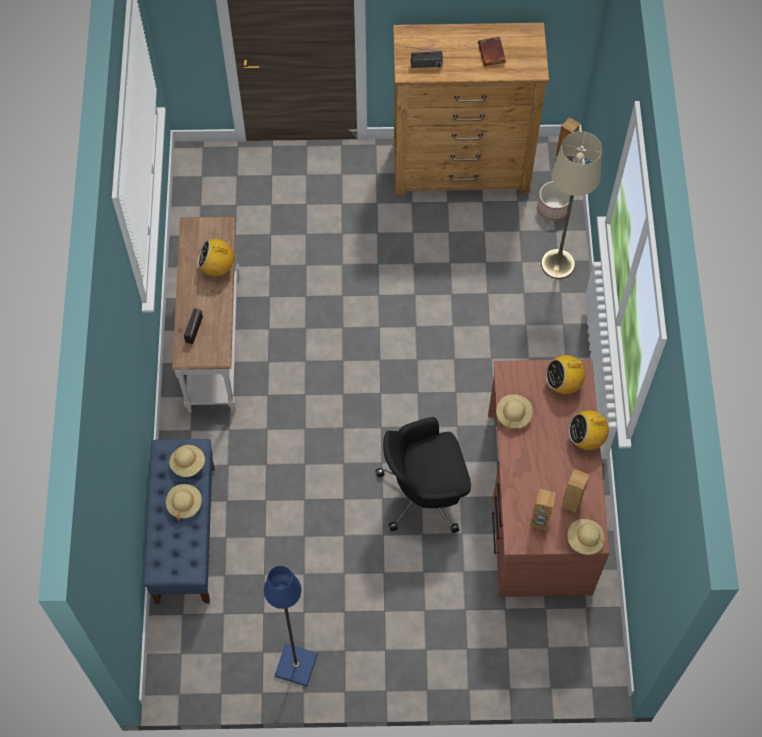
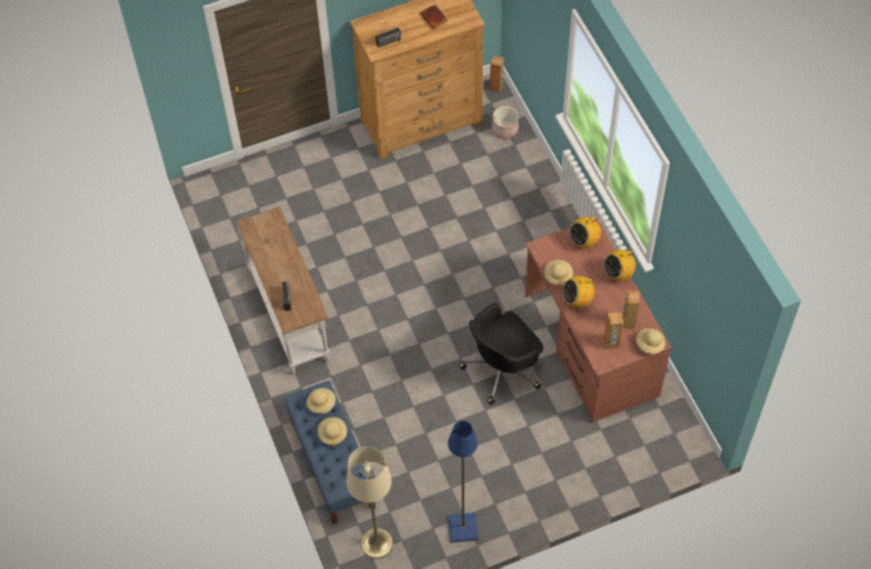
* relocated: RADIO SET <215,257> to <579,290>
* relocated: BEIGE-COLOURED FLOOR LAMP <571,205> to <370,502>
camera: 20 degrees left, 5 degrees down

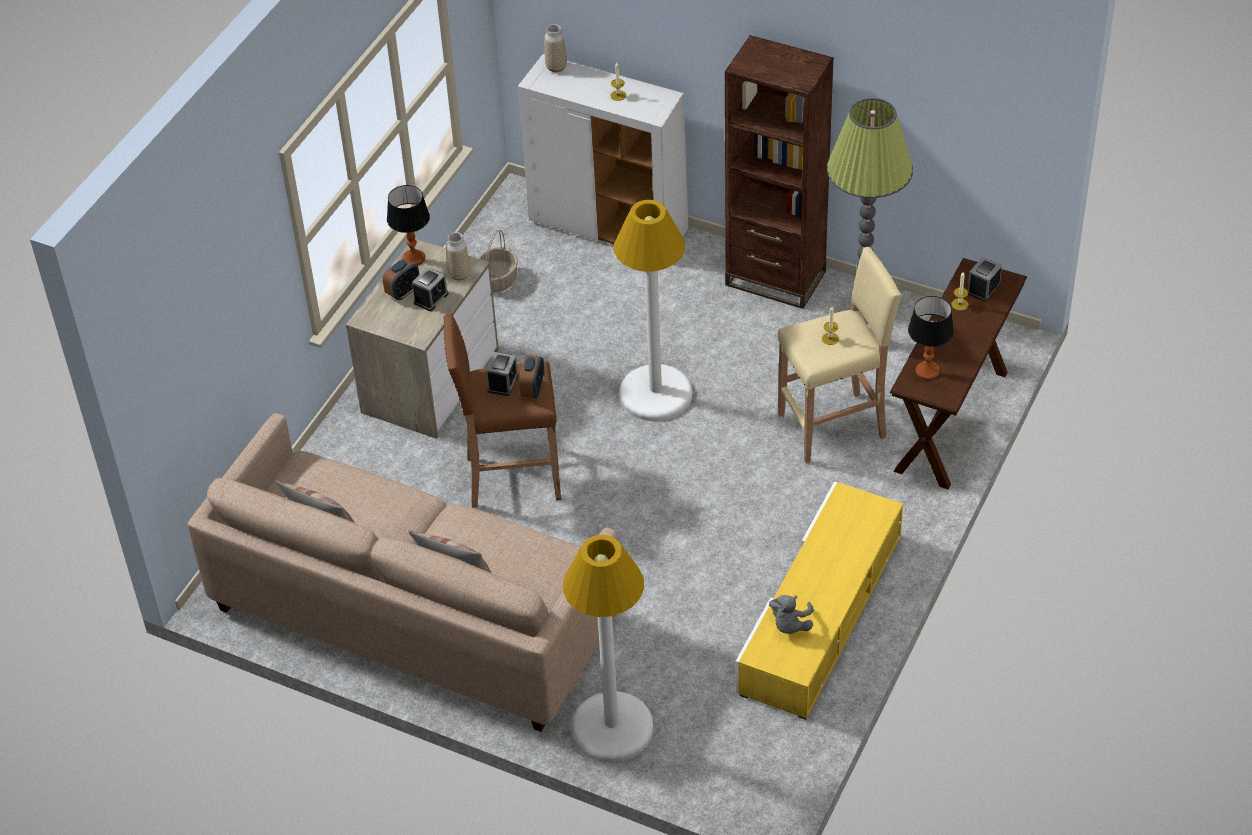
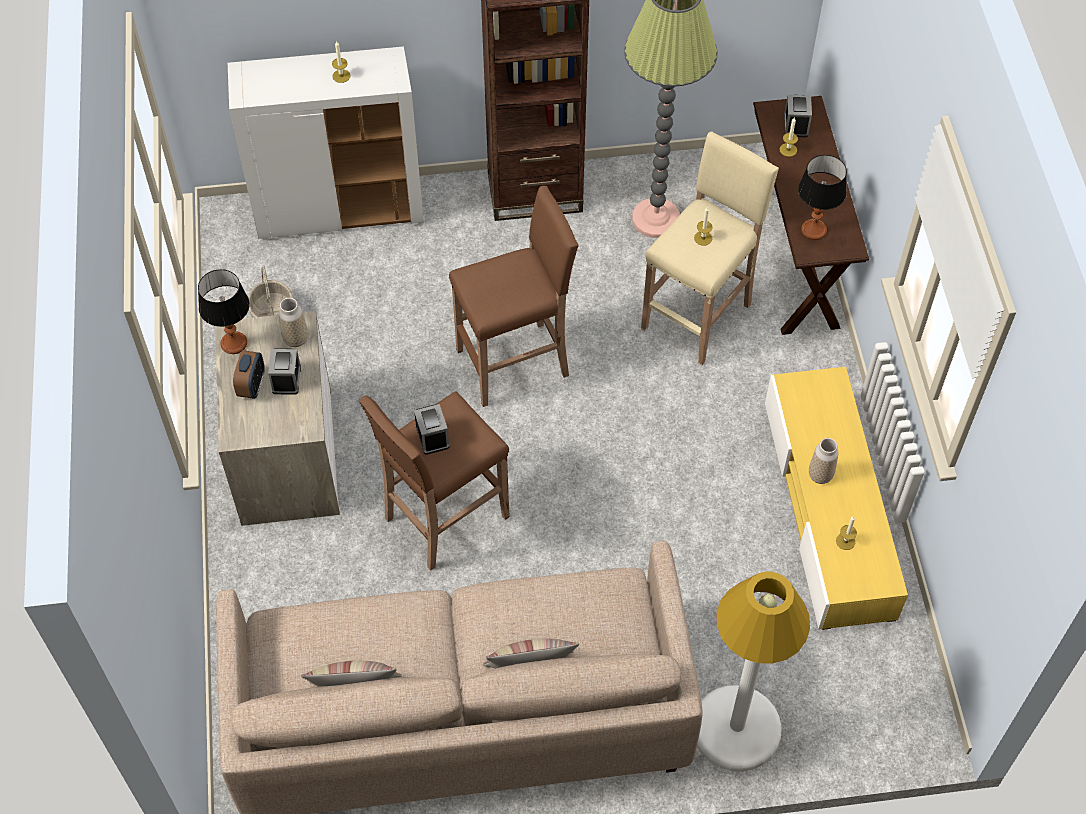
* missing: TABLE CLOCK <531,376>
* relocated: DECORATIVE VASE <556,48> to <824,461>
* exchanged: WHITISH FLOOR LAMP <653,310> to BROWN-COLOURED STOOL <514,296>
* exchanged: GRAY SOFT TOY <791,614> to WAX CANDLE <846,533>
camera: 35 degrees left, 10 degrees up

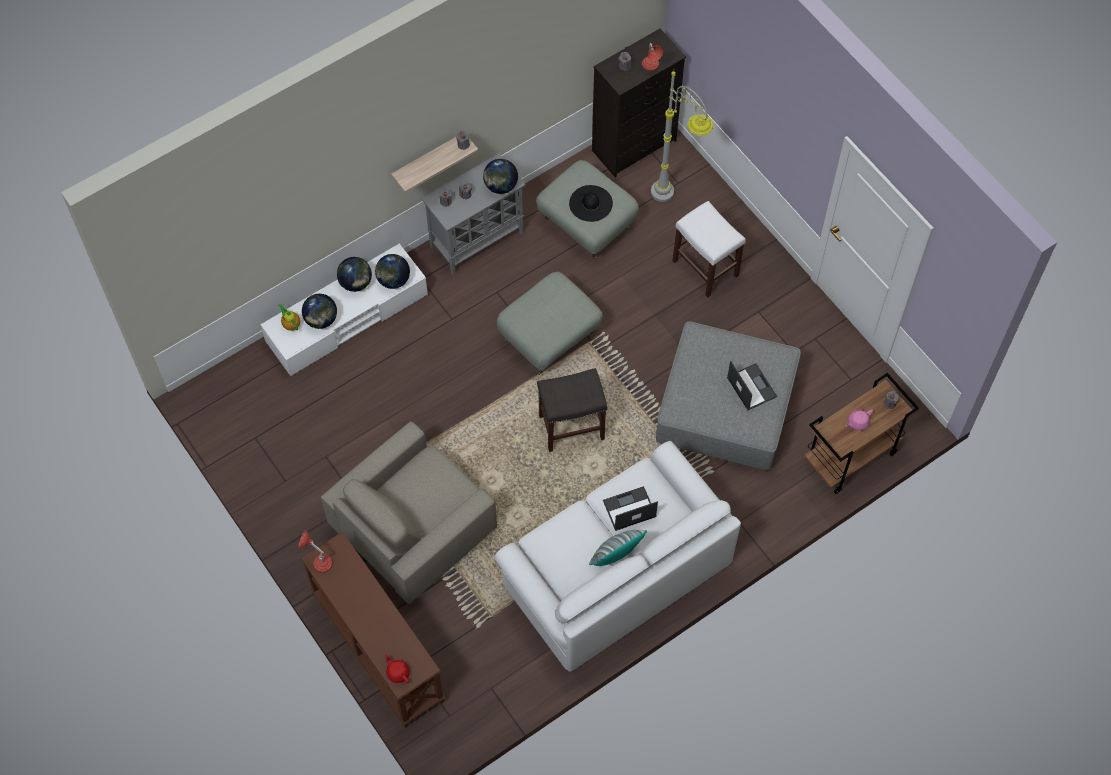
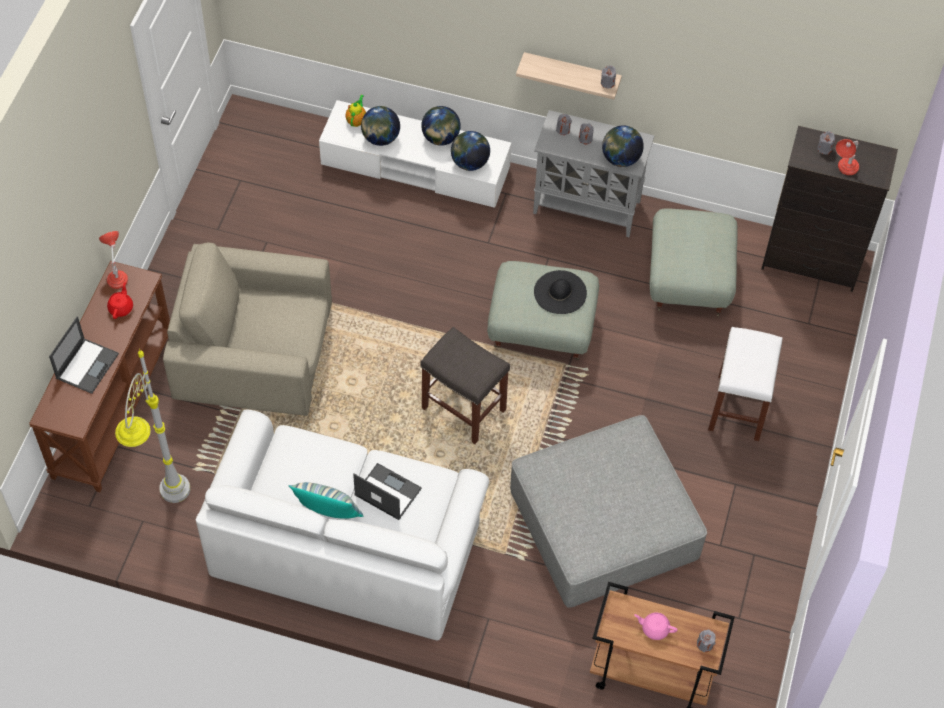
* relocated: REDDISH POT FOR TEA <397,668> to <120,300>
* relocated: BLACKISH WEARABLE HAT <591,203> to <560,292>
* relocated: GRAY FLOOR LAMP <682,135> to <152,425>
* relocated: LAPTOP <752,385> to <84,355>
camera: 50 degrees right, 5 degrees down

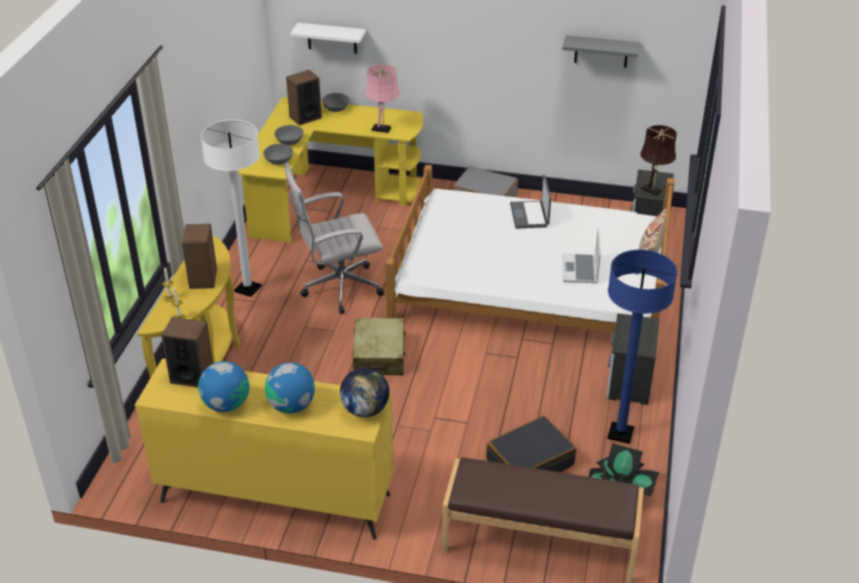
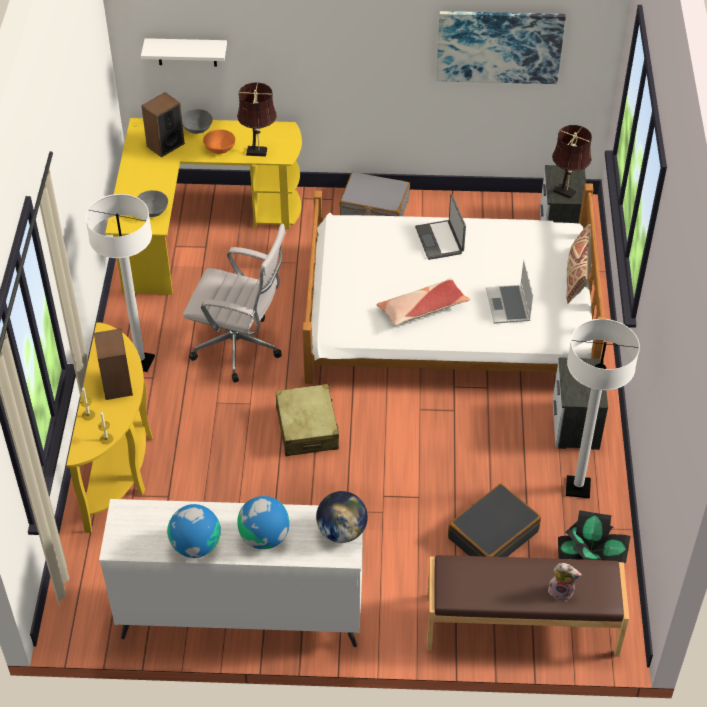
* missing: SPEAKER <187,352>
* missing: GRAY SERVING BOWL <288,135>
* appeared: ORANGE SERVING BOWL <219,141>
* appeared: PILLOW <423,302>
* appeared: SOFT TOY <565,582>
* exchanged: GRAY SHELF <601,51> to WALL PICTURE <501,47>
* colour: YELLOW DRAWER CHEST <264,449> to WHITISH DRAWER CHEST <231,573>
* colour: PINK TABLE LAMP <382,98> to BROWN-COLOURED TABLE LAMP <257,119>
* colour: BLUE-COLOURED FLOOR LAMP <642,347> to WHITISH FLOOR LAMP <603,409>
* spun: WHITISH OFFICE CHAIR <334,238> = <234,303> 135 degrees counterclockwise
camera: 10 degrees left, 10 degrees up

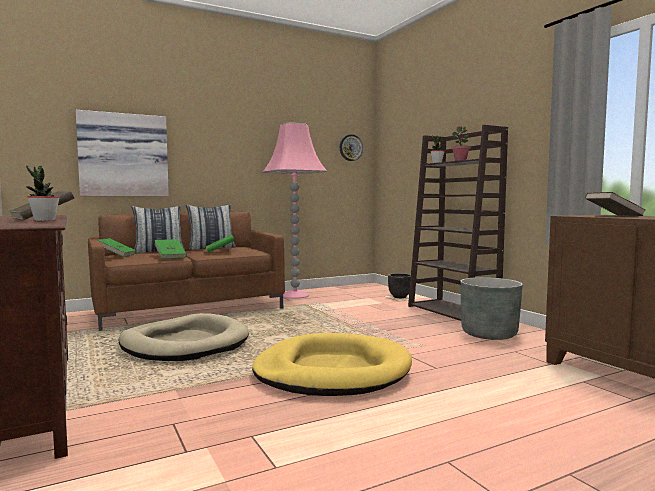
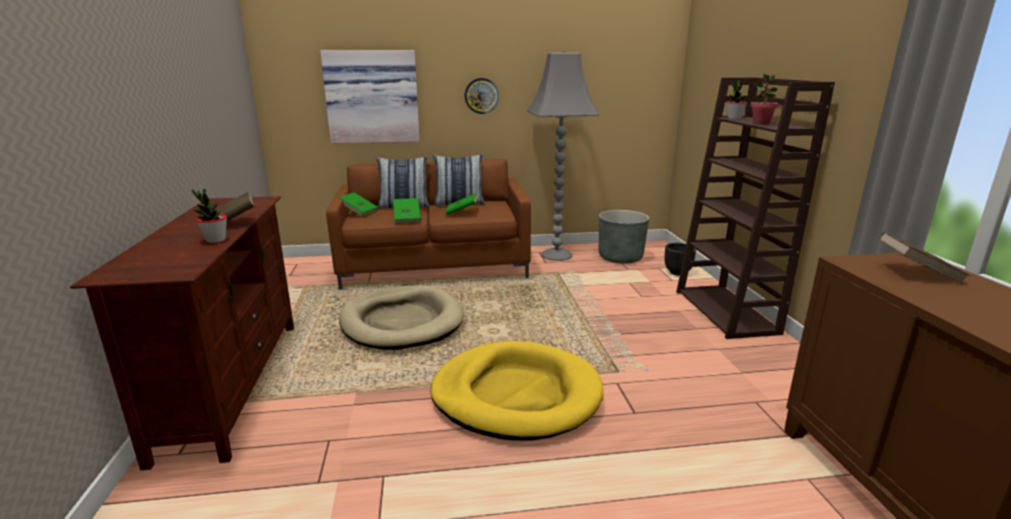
* relocated: HANGING CLOCK <351,147> to <481,96>
* relocated: GRAY PLANT POT <491,308> to <624,237>
* colour: PINK FLOOR LAMP <295,210> to GRAY FLOOR LAMP <563,156>
camera: 20 degrees right, 15 degrees up

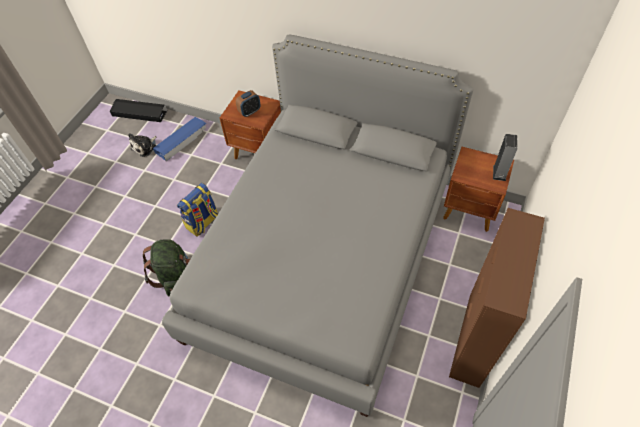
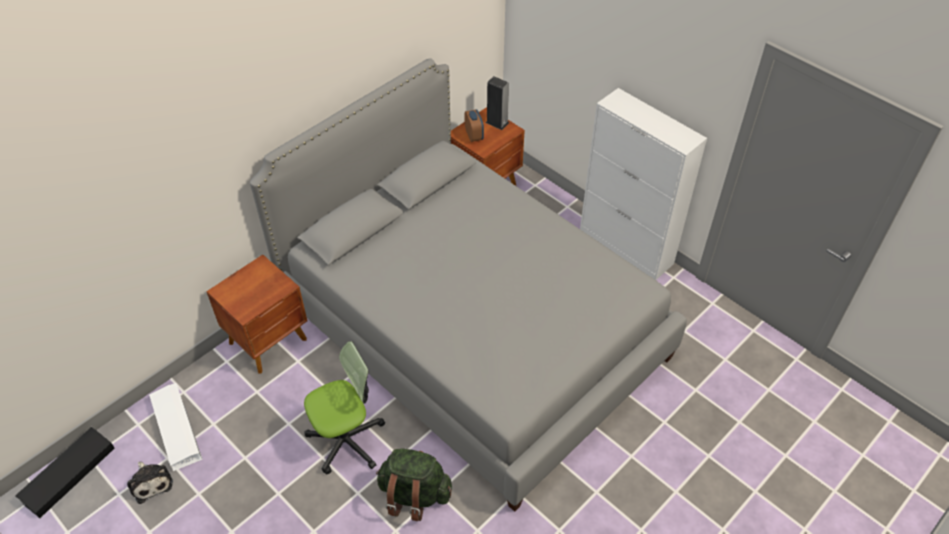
* relocated: TABLE CLOCK <248,103> to <474,125>
* exchanged: BACKPACK <197,209> to OFFICE CHAIR <344,407>
* colour: BLUE-COLOURED STORAGE BIN <179,139> to WHITISH STORAGE BIN <175,427>
* colour: BROWN-COLOURED CABINET <497,298> to WHITISH CABINET <643,184>
camera: 70 degrees left, 5 degrees down

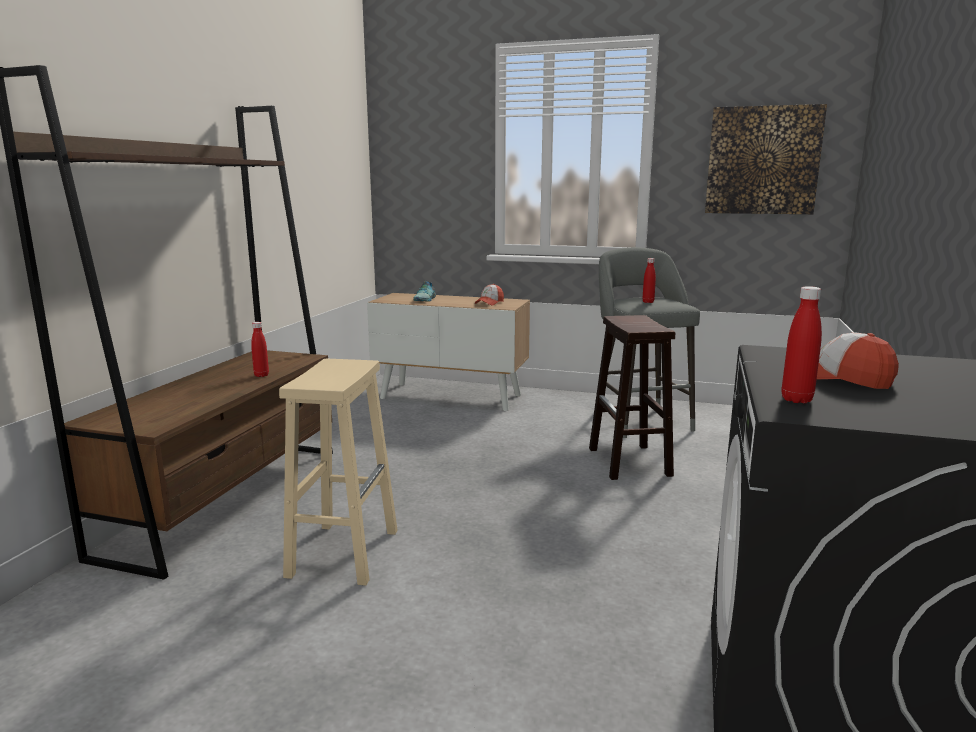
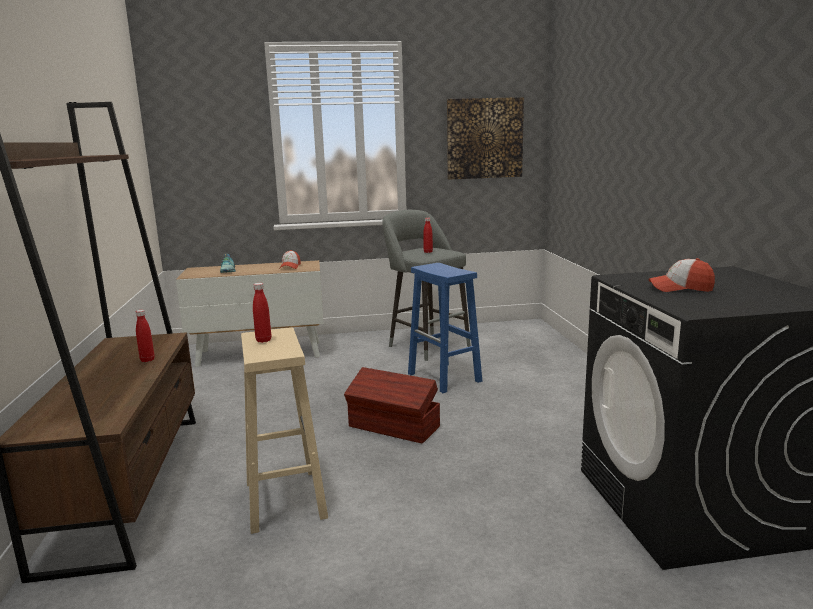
* appeared: BROWN-COLOURED STORAGE BIN <392,405>
* relocated: REDDISH BOTTLE <801,344> to <262,313>
* colour: BROWN-COLOURED STOOL <632,397> to BLUE-COLOURED STOOL <445,328>
camera: 25 degrees left, 0 degrees up

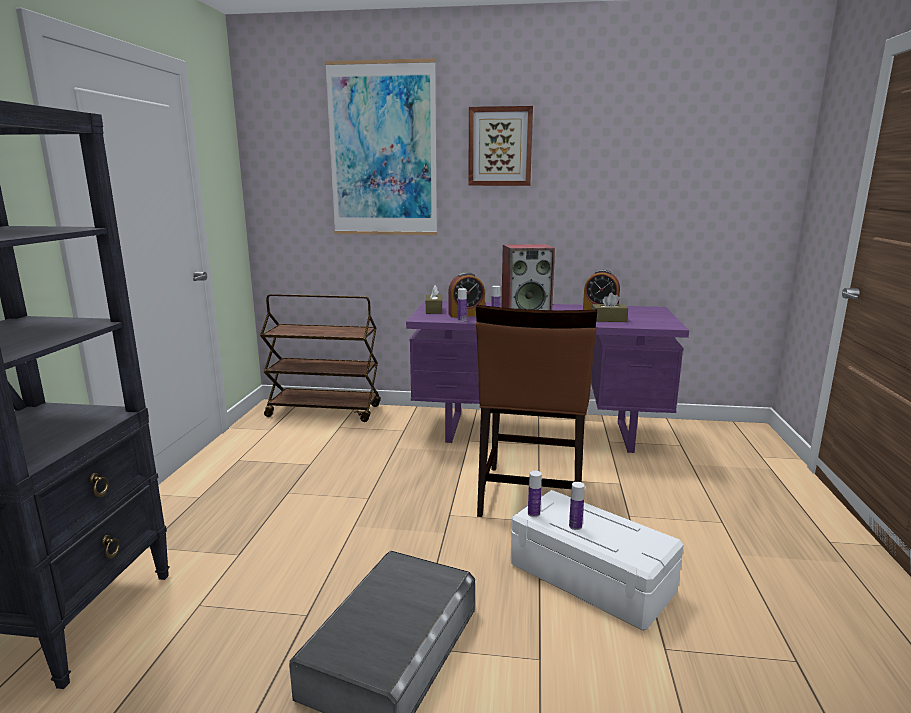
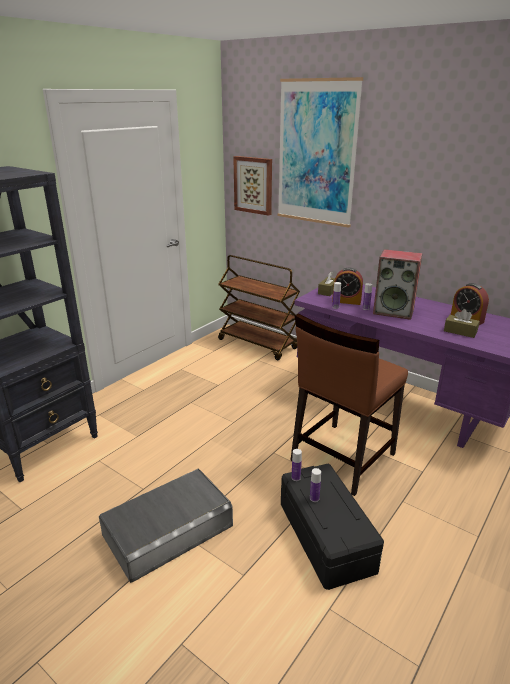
* relocated: WALL PICTURE <500,146> to <252,186>
* colour: WHITISH STORAGE BIN <597,560> to BLACKISH STORAGE BIN <332,527>
camera: 30 degrees right, 10 degrees up

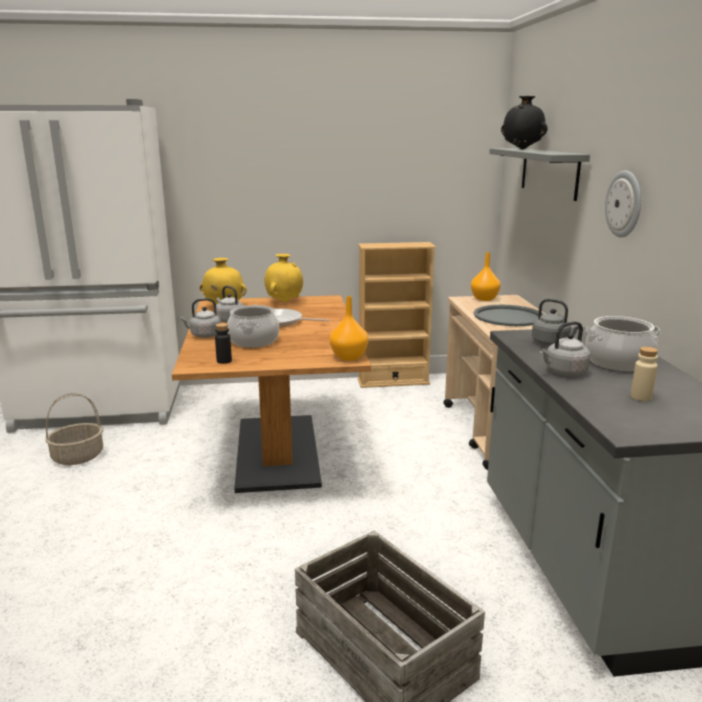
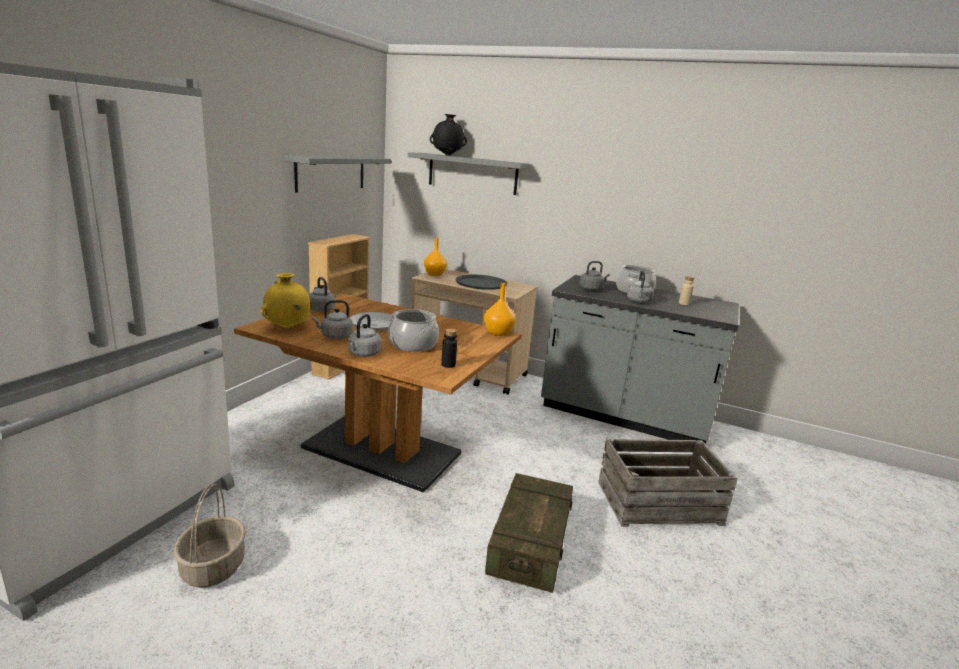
* missing: HANGING CLOCK <623,203>
* appeared: GRAY SHELF <337,174>
* appeared: CRATE <529,533>
* exchanged: YELLOW DECORATIVE VASE <284,278> to GRAY WATER KETTLE <322,294>
camera: 60 degrees left, 0 degrees up

